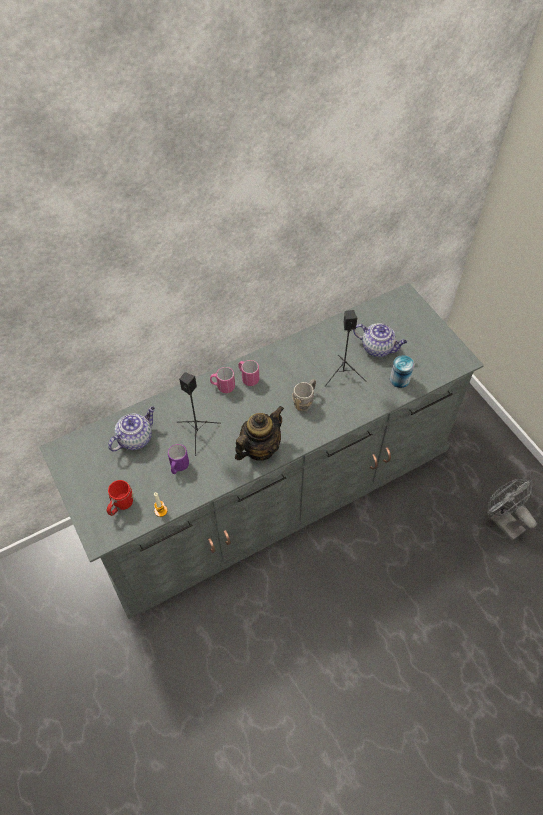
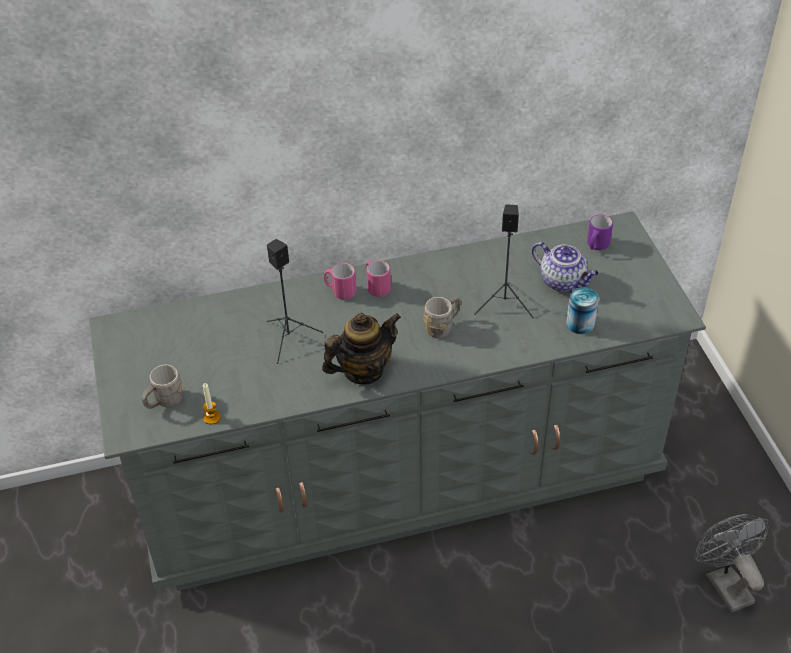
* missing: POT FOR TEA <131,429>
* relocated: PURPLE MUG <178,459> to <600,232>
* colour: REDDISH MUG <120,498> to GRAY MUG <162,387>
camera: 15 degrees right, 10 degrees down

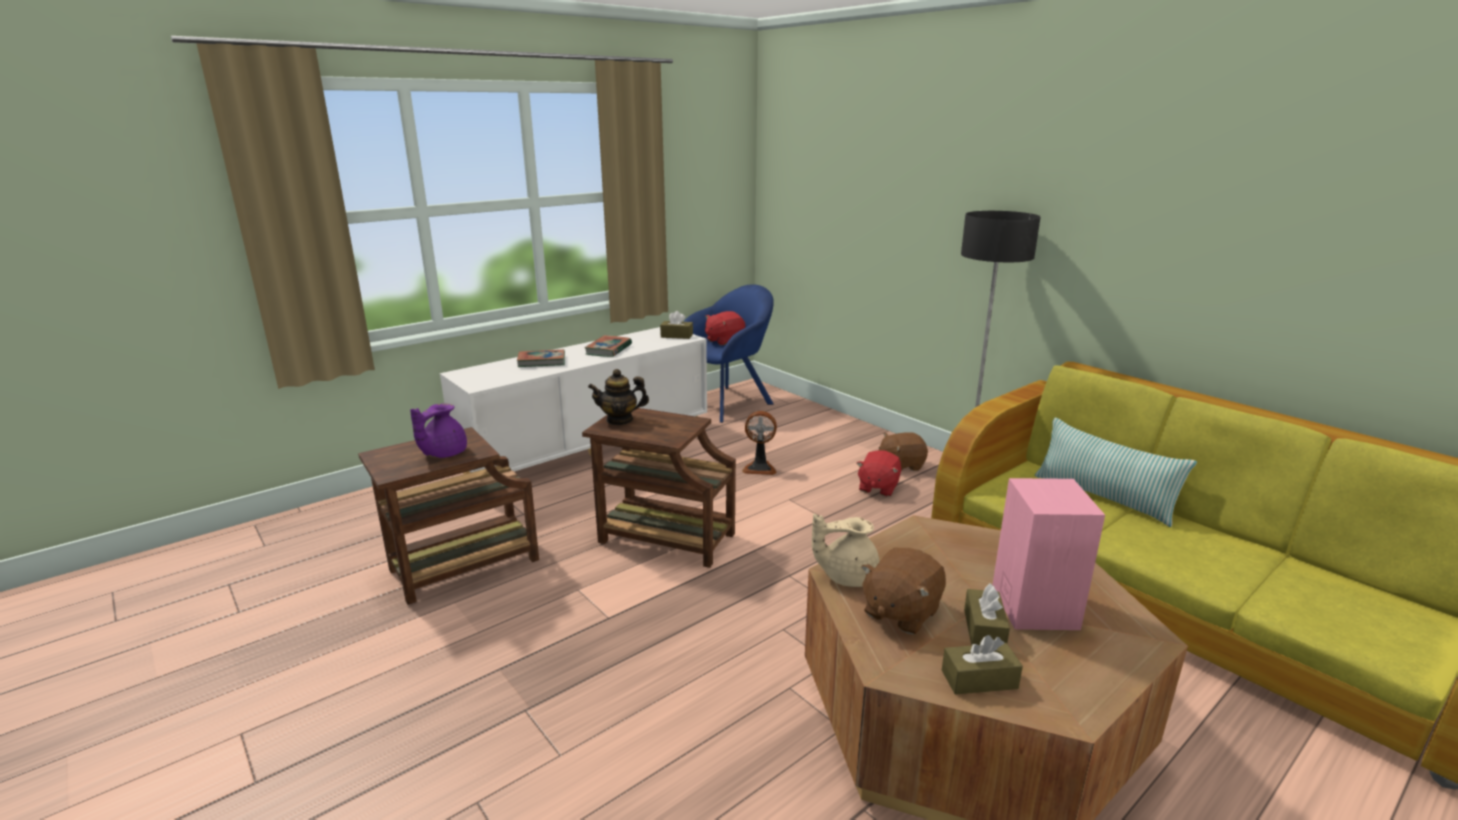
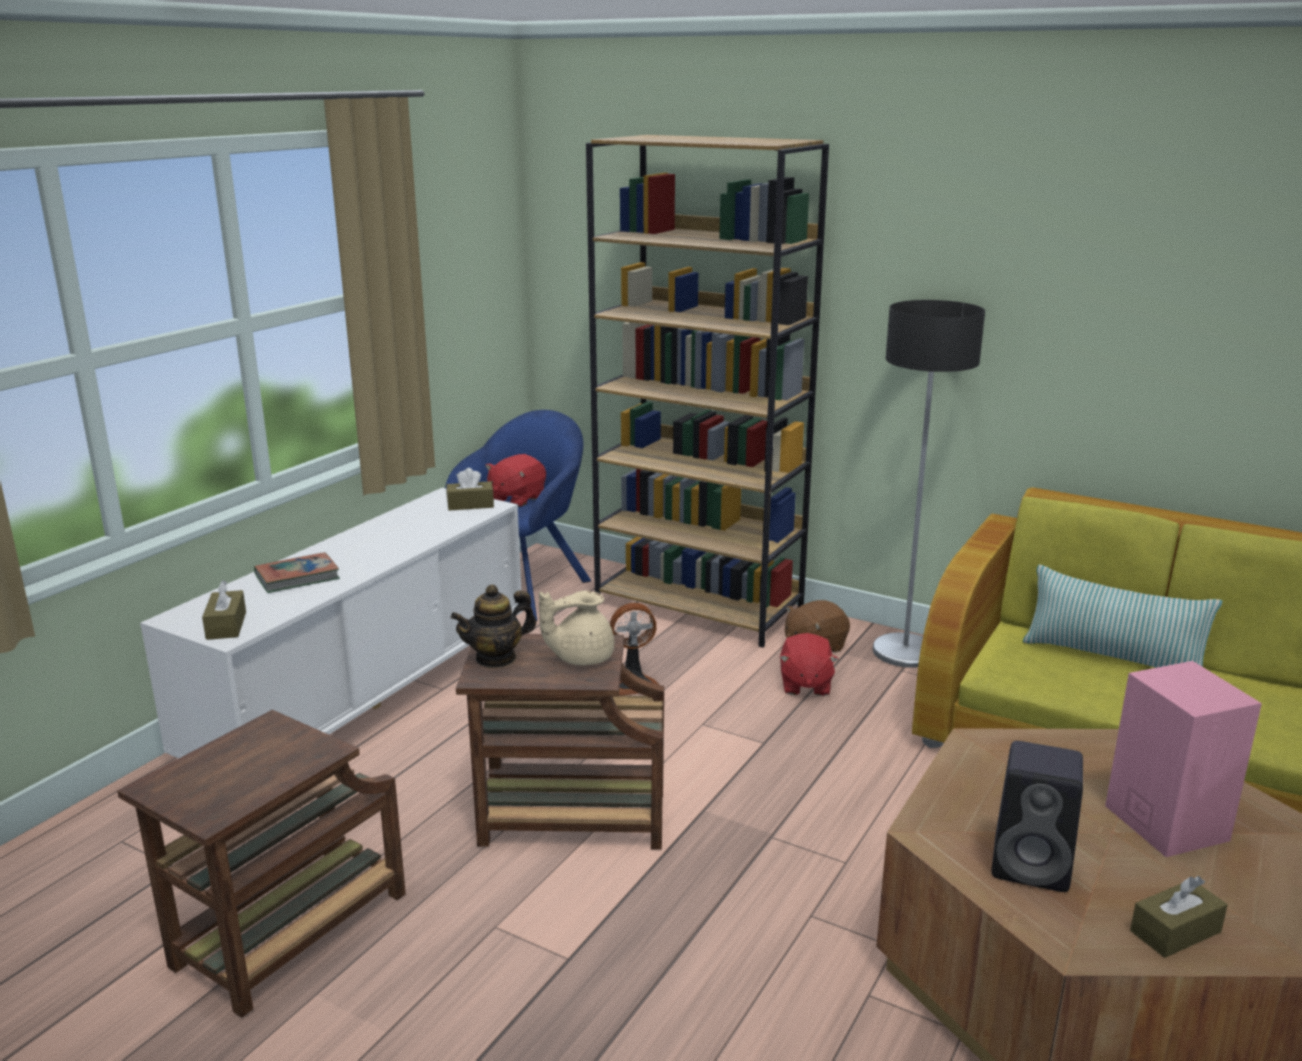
* missing: PURPLE POT FOR TEA <438,430>
* missing: BOOK <608,346>
* appeared: BROWN-COLOURED BOOKSHELF <707,391>
* relocated: BEIGE-COLOURED POT FOR TEA <846,550> to <576,628>
* relocated: BROWN-COLOURED TISSUE BOX <987,614> to <224,610>
* exchanged: BROWN-COLOURED SOFT TOY <903,591> to BLACKISH SPEAKER <1037,816>
camera: 20 degrees left, 0 degrees up

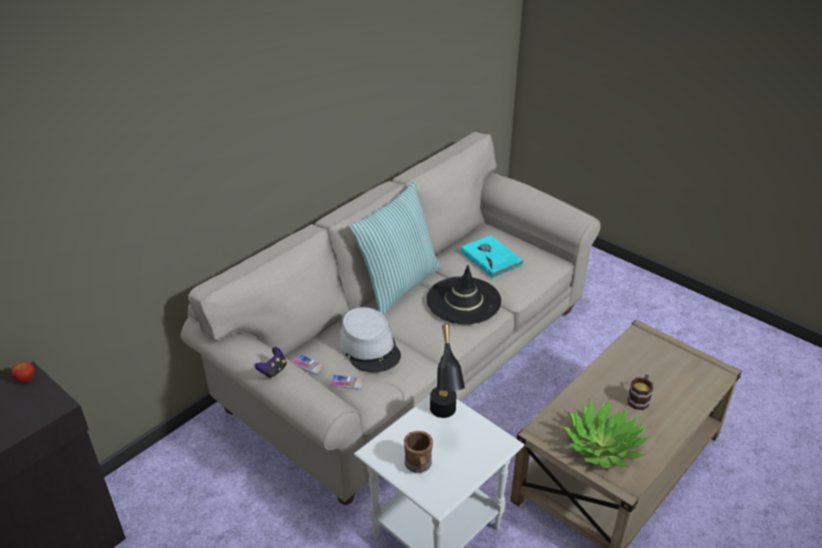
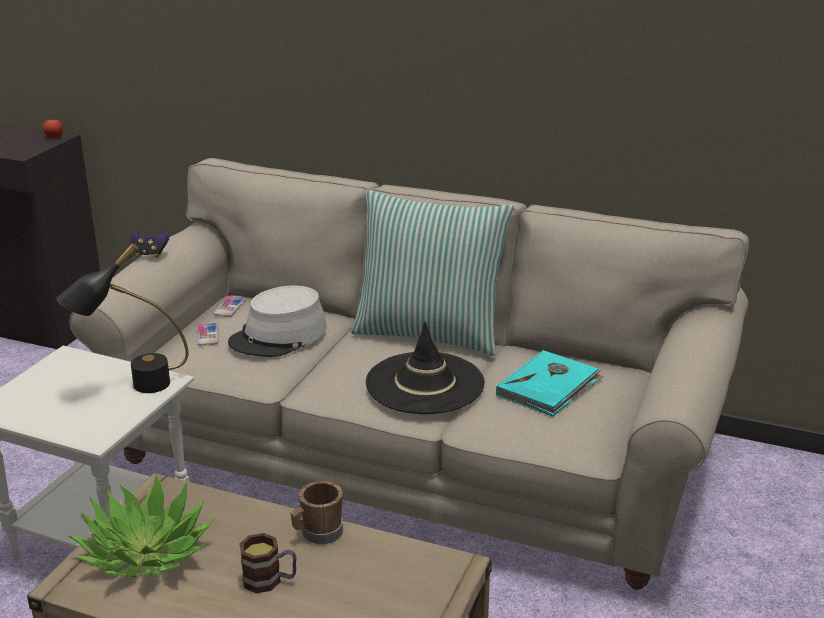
* relocated: BROWN-COLOURED MUG <418,452> to <317,512>
camera: 70 degrees right, 10 degrees down

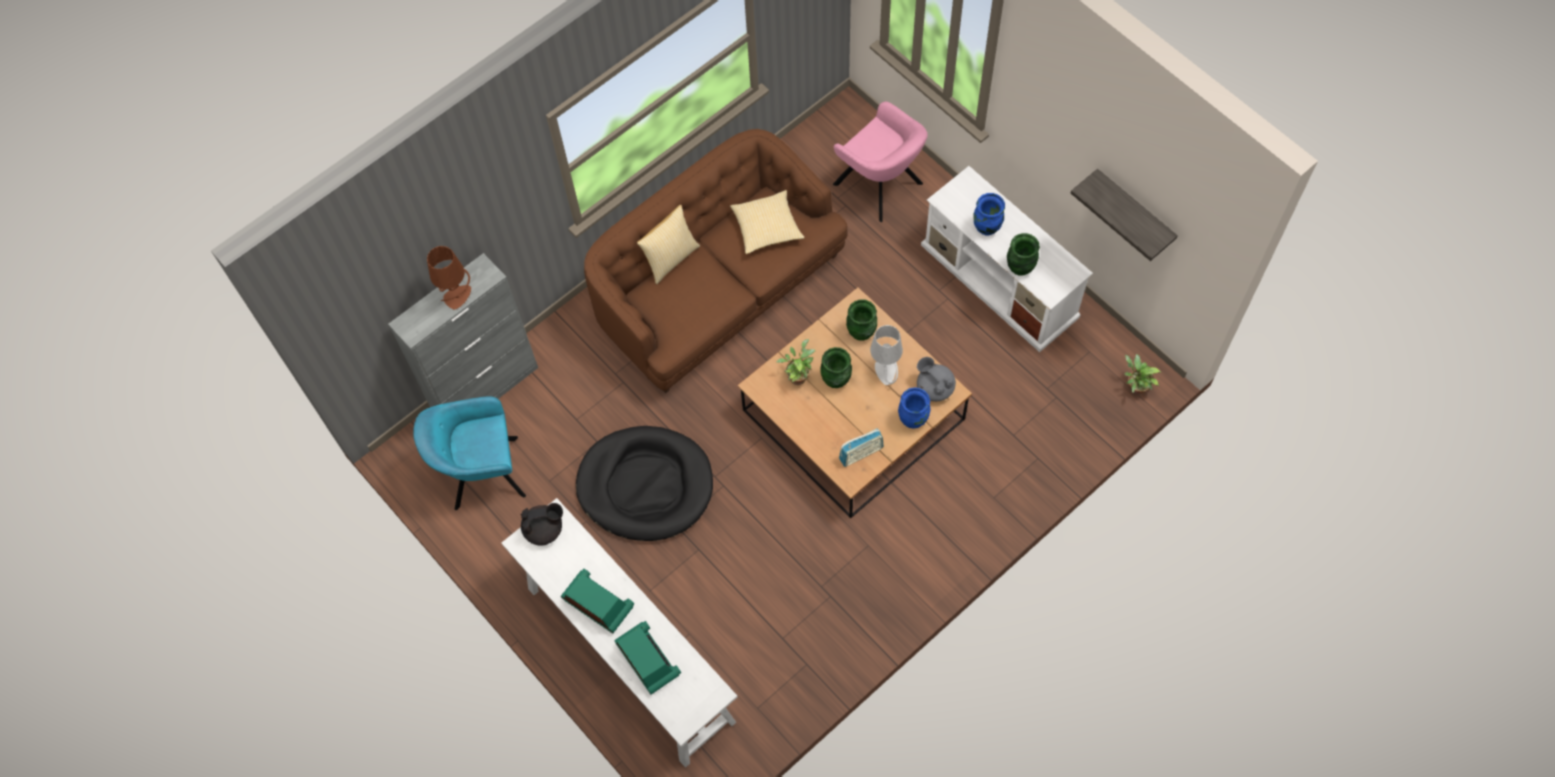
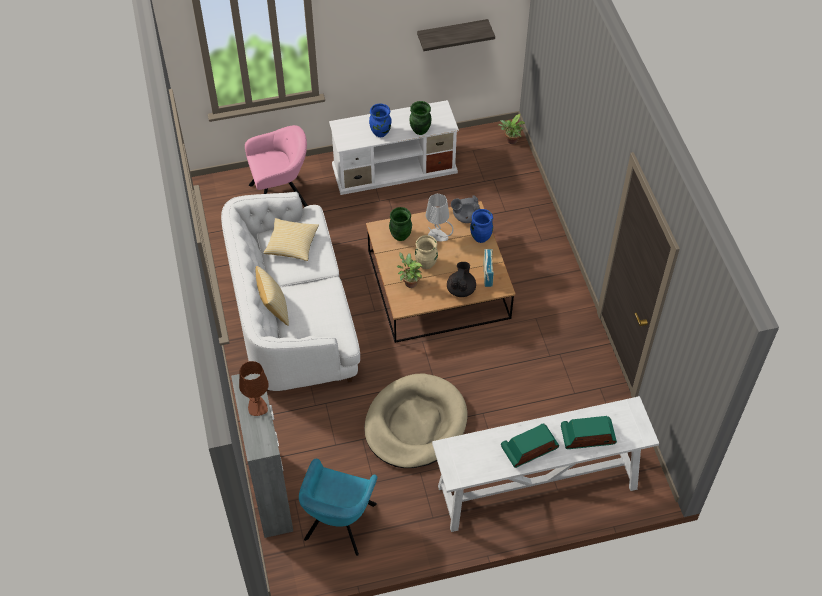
* relocated: BLACKISH POT FOR TEA <542,524> to <461,279>
* colour: BLACKISH PET BED <644,483> to BEIGE-COLOURED PET BED <415,420>
* colour: BROWN-COLOURED COUCH <716,261> to WHITISH COUCH <290,291>
* colour: GREENISH DECORATIVE VASE <836,367> to BEIGE-COLOURED DECORATIVE VASE <426,252>
camera: 65 degrees left, 10 degrees down

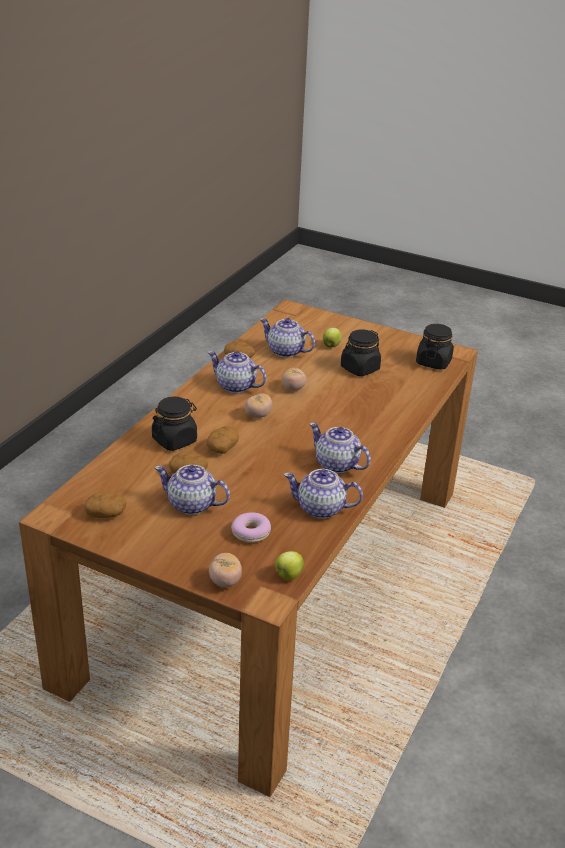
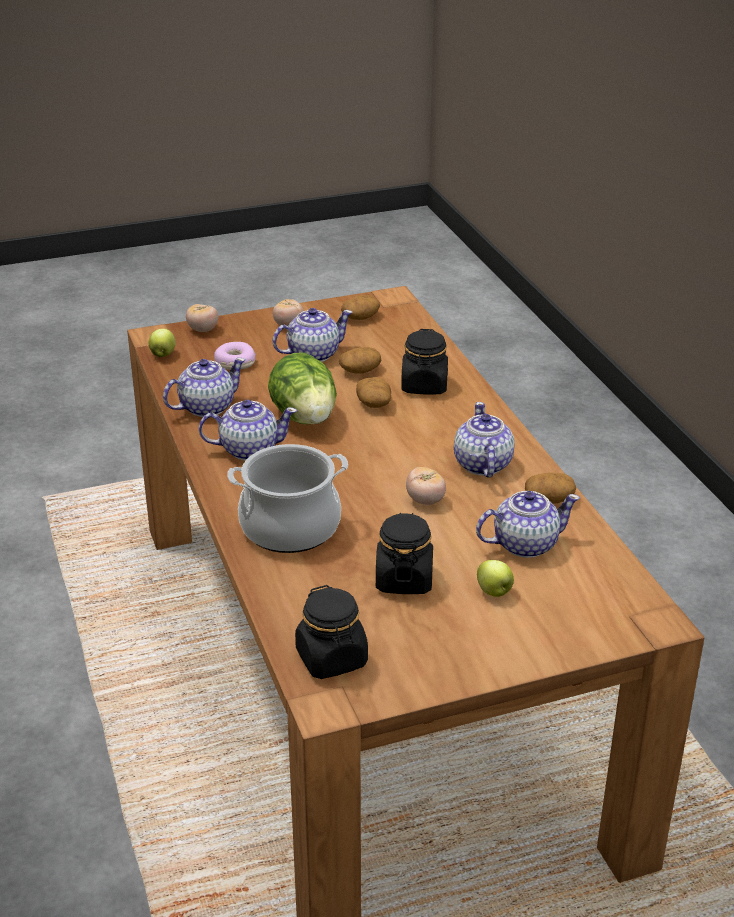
* appeared: SAUCEPOT <287,498>
* appeared: HEAD OF LETTUCE <302,388>
* relocated: WHOLE TOMATO <258,405> to <288,312>
* spun: POT FOR TEA <237,372> = <484,440> 75 degrees counterclockwise
camera: 135 degrees right, 0 degrees up

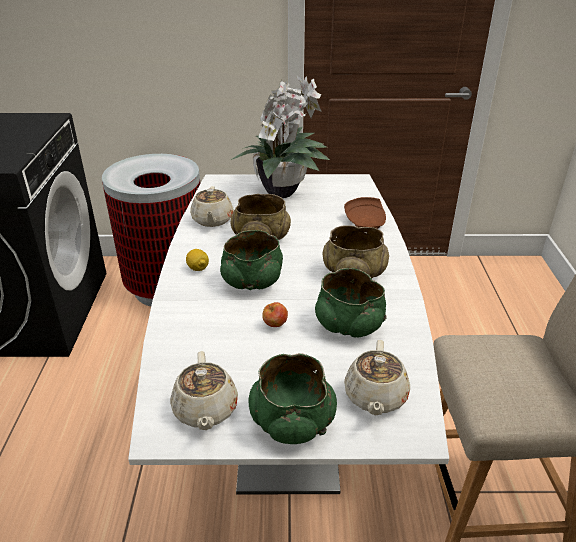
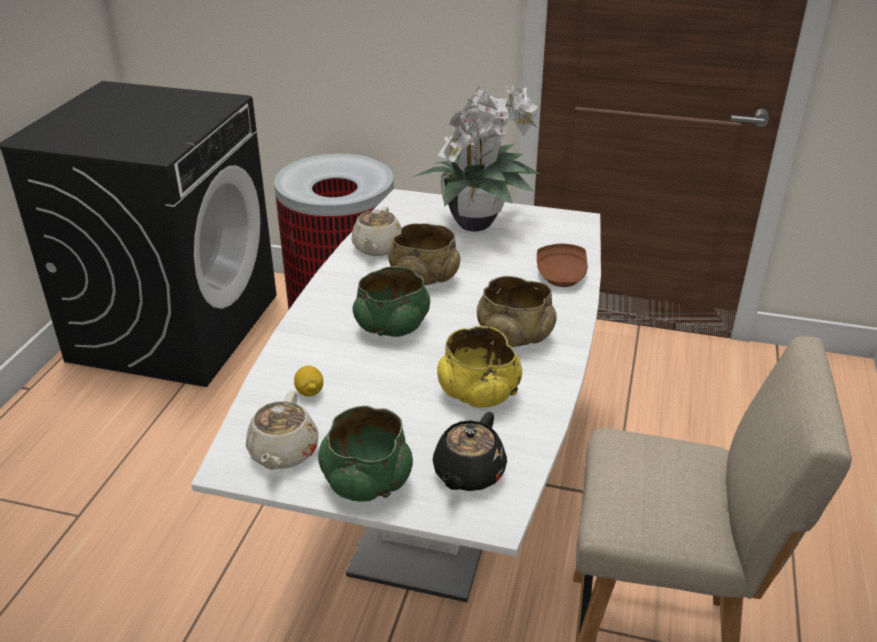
* missing: APPLE FRUIT <275,314>
* relocated: WHOLE LEMON <197,260> to <308,380>
* colour: GREENISH SERVING BOWL <350,302> to YELLOW SERVING BOWL <479,367>
* colour: BEIGE-COLOURED POT FOR TEA <377,377> to BLACKISH POT FOR TEA <470,451>
camera: 15 degrees right, 0 degrees up

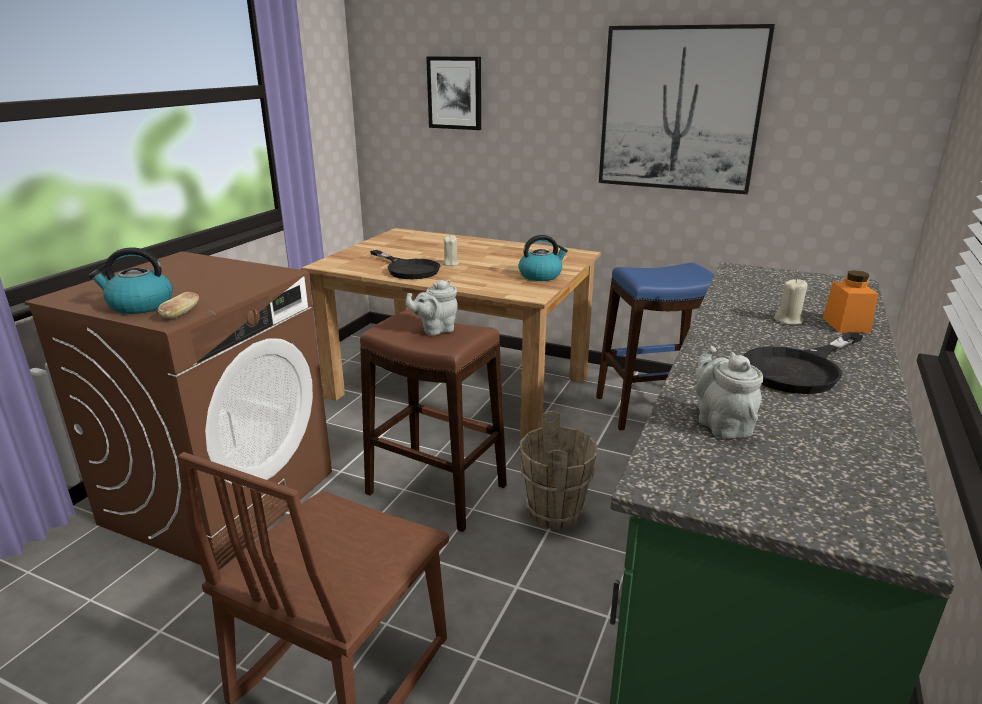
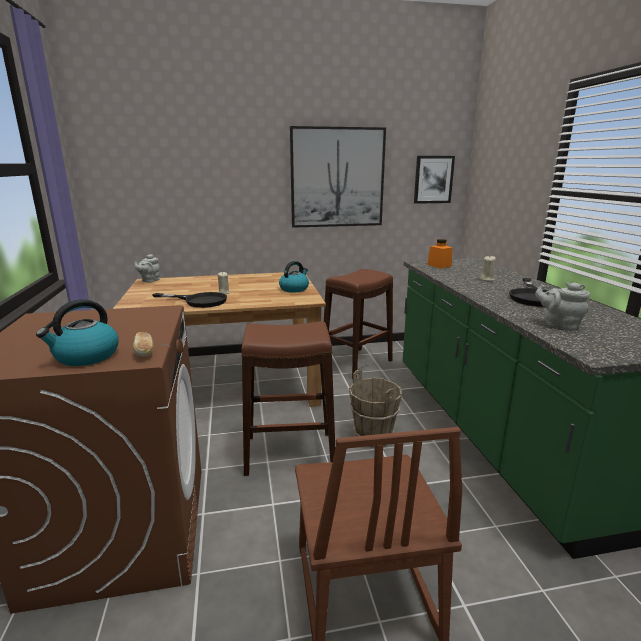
* relocated: GRAY POT FOR TEA <432,307> to <147,268>
* relocated: WALL PICTURE <453,93> to <434,180>
* relocated: ORANGE STORAGE JAR <850,301> to <440,253>
* colour: BLUE-COLOURED STOOL <655,346> to BROWN-COLOURED STOOL <358,324>
camera: 35 degrees left, 5 degrees down

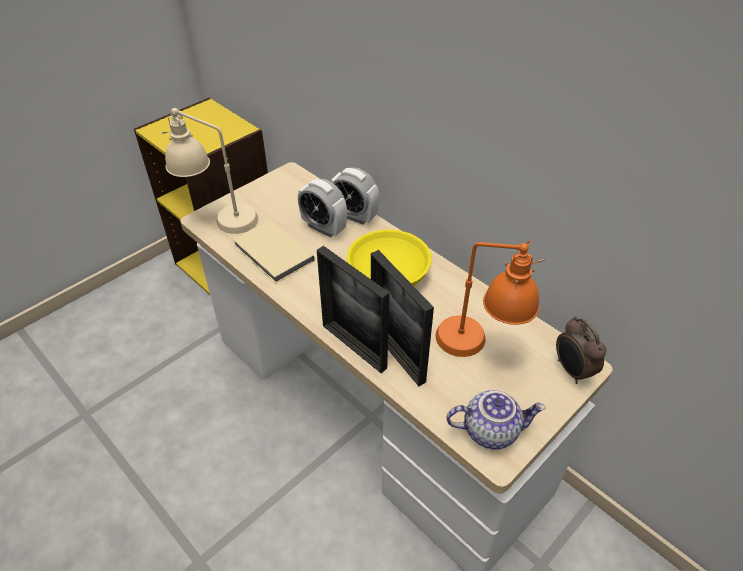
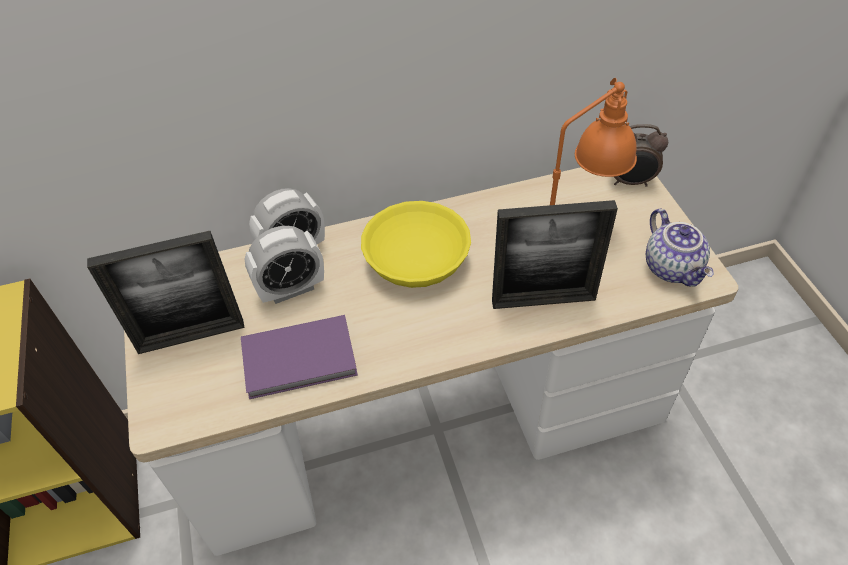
* missing: BEIGE-COLOURED TABLE LAMP <210,171>
* relocated: PICTURE FRAME <353,309> to <166,292>
* colour: BEIGE-COLOURED BOOK <274,251> to PURPLE BOOK <299,357>
* spun: POT FOR TEA <495,420> = <680,248> 135 degrees clockwise
camera: 60 degrees left, 5 degrees up

